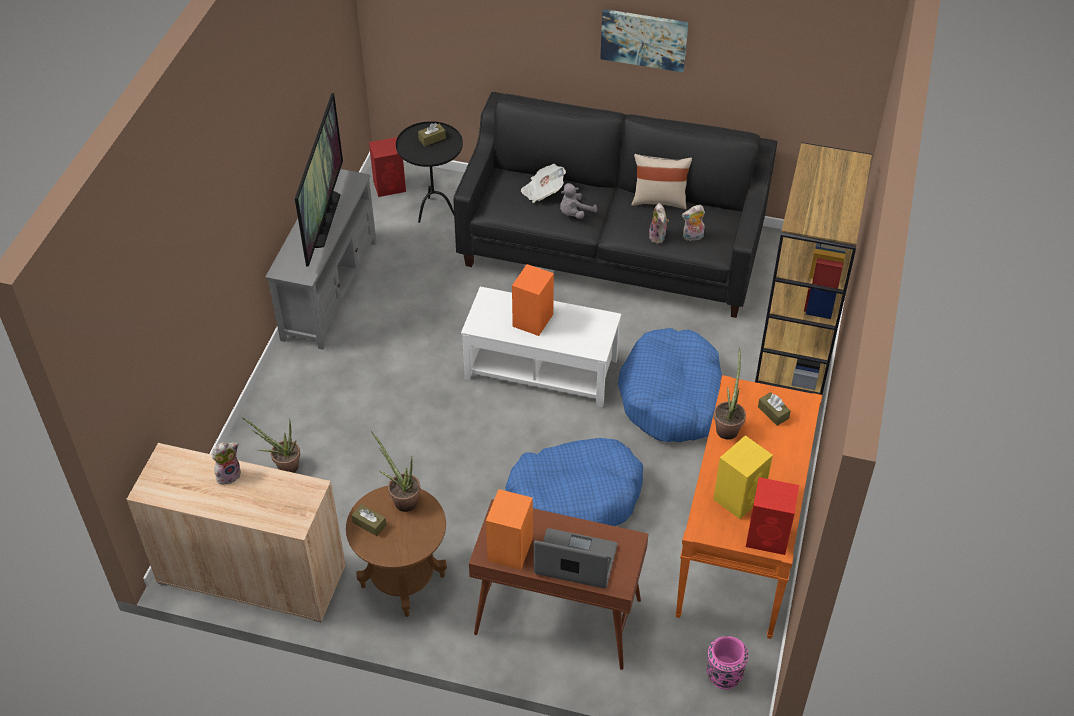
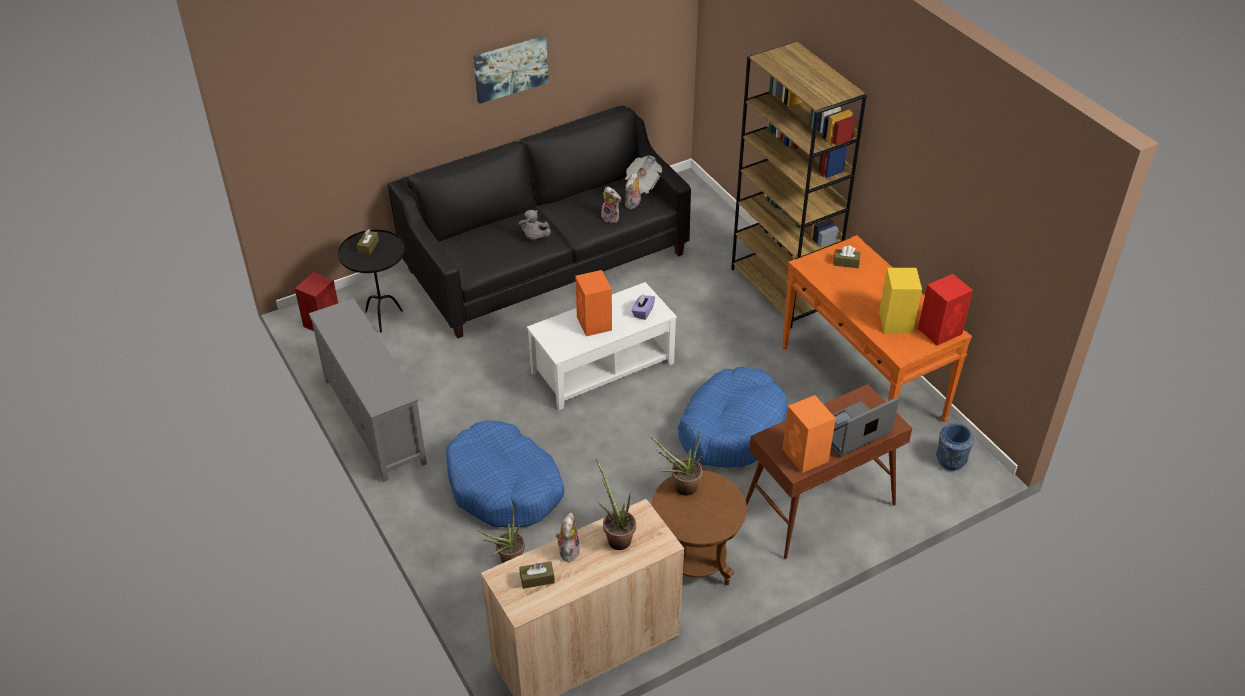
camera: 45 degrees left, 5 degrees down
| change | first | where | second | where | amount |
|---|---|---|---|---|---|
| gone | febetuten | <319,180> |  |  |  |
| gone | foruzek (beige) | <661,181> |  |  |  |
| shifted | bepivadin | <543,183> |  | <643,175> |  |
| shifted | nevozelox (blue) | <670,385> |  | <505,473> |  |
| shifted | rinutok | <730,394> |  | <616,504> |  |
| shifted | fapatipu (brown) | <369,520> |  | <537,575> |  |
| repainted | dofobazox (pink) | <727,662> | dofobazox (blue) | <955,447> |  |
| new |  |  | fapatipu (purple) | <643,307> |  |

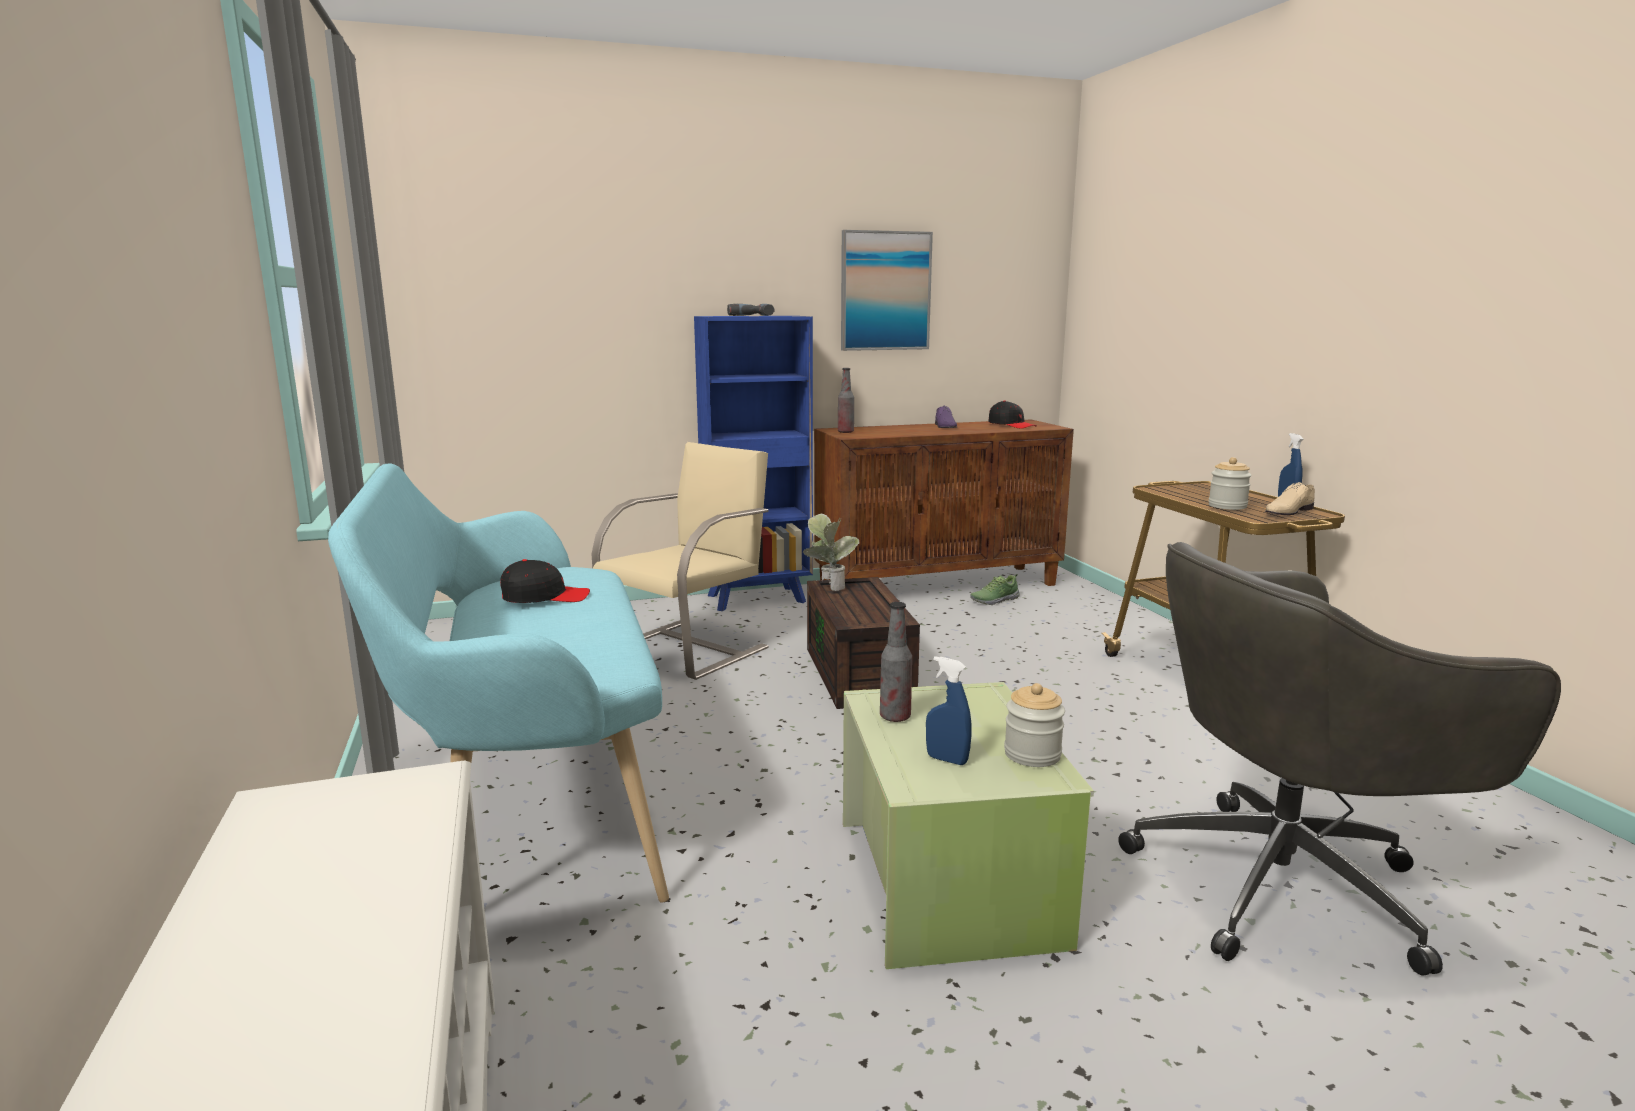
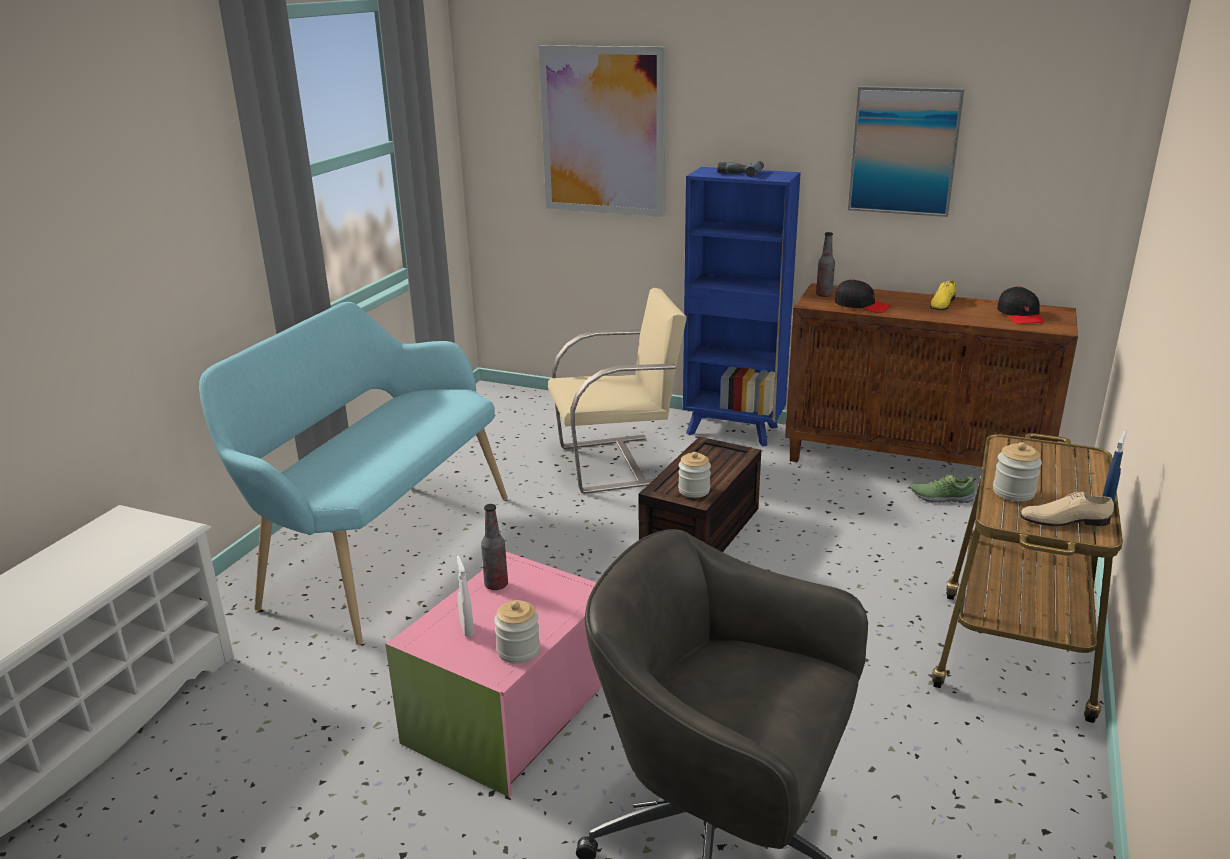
camera: 40 degrees right, 10 degrees up
| change | first | where | second | where | amount |
|---|---|---|---|---|---|
| repainted | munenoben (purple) | <946,417> | munenoben (yellow) | <943,295> |  |
| gone | rinutok | <831,552> |  |  |  |
| shifted | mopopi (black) | <545,581> |  | <862,296> |  |
| repainted | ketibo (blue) | <949,710> | ketibo (white) | <465,596> |  |
| repainted | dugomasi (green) | <968,825> | dugomasi (pink) | <493,674> |  |
| new |  |  | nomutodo | <601,131> |  |
| new |  |  | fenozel | <694,475> |  |

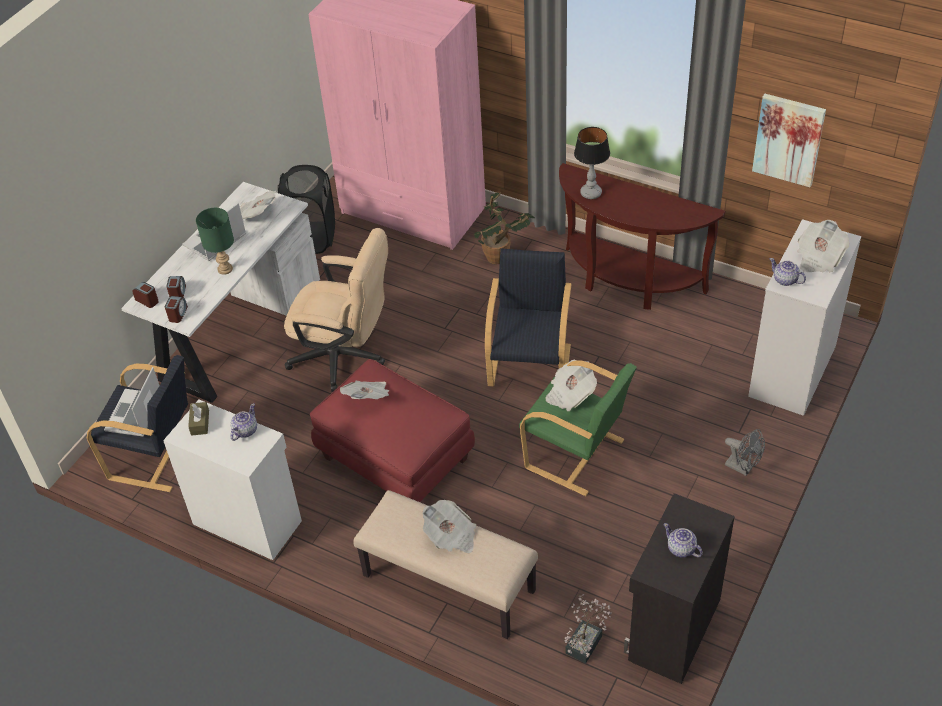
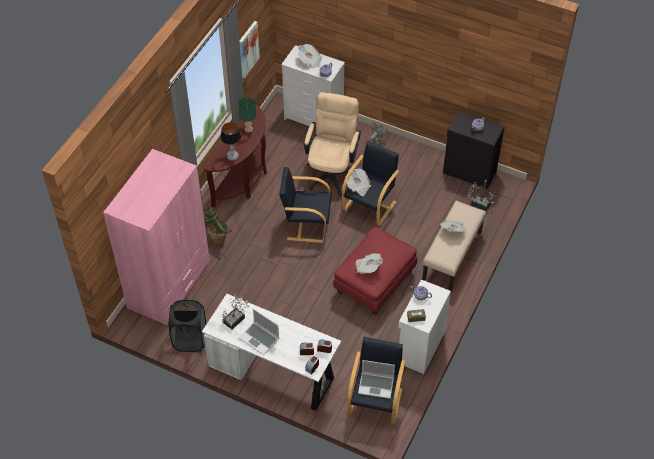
camera: 95 degrees left, 5 degrees up
| change | first | where | second | where | amount |
|---|---|---|---|---|---|
| swapped | bepivadin | <258,205> | rinutok | <235,311> |  |
| shifted | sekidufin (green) | <215,241> |  | <247,114> |  |
| shifted | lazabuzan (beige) | <336,310> |  | <332,144> |  |
| repainted | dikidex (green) | <578,428> | dikidex (black) | <370,183> |  |

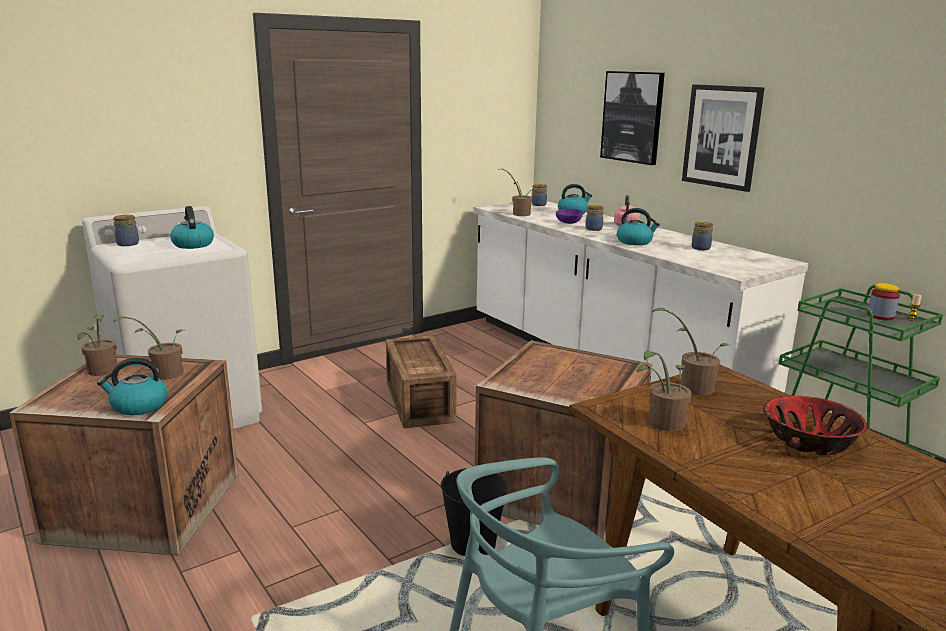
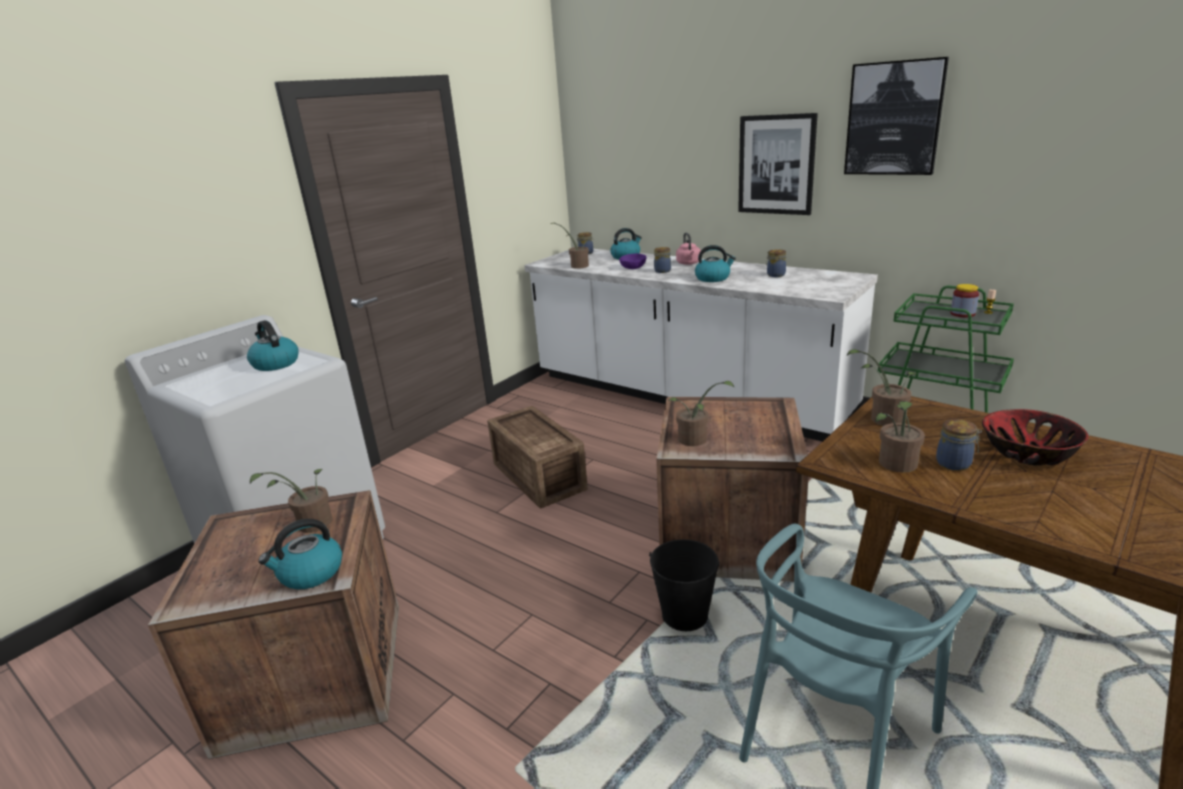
camera: 15 degrees left, 5 degrees up
| change | first | where | second | where | amount |
|---|---|---|---|---|---|
| shifted | nomutodo | <632,118> |  | <896,116> |  |
| shifted | fenozel | <126,230> |  | <959,445> |  |
| shifted | rinutok | <97,345> |  | <701,413> |  |

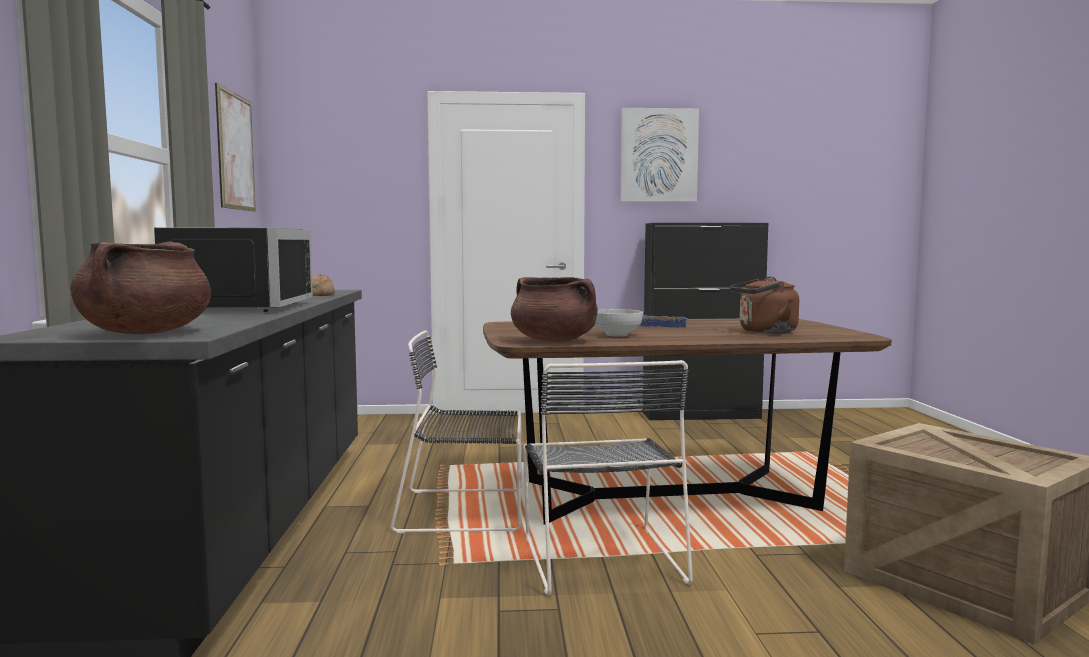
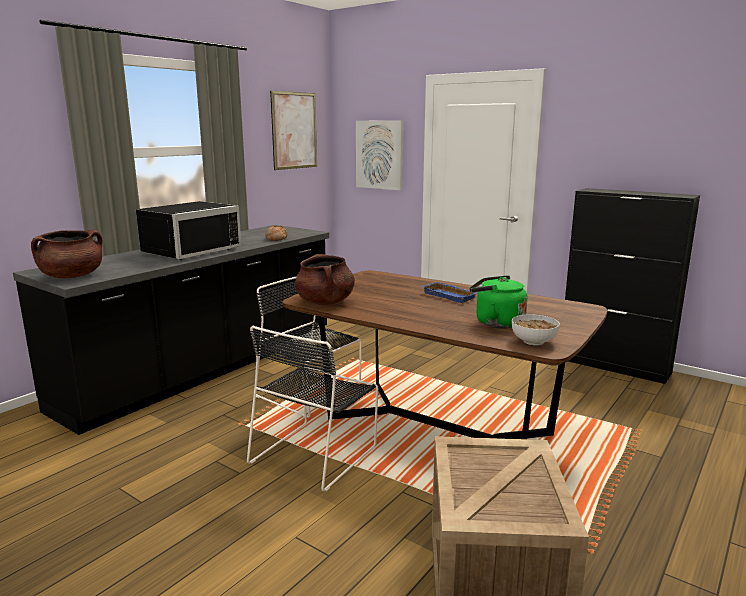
camera: 40 degrees right, 10 degrees up
| change | first | where | second | where | amount |
|---|---|---|---|---|---|
| shifted | nomutodo | <660,155> |  | <379,155> |  |
| repainted | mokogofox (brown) | <764,305> | mokogofox (green) | <498,302> |  |
| shifted | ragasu | <619,323> |  | <536,330> |  |

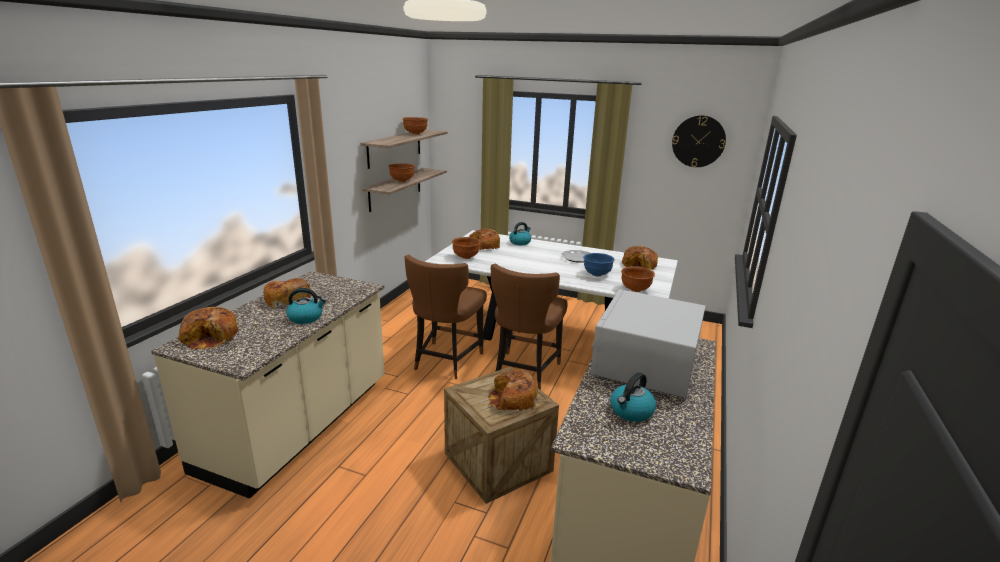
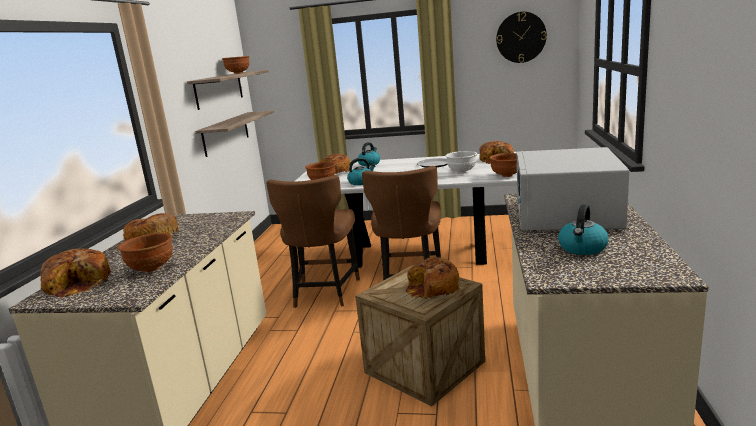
camera: 10 degrees left, 5 degrees down
| change | first | where | second | where | amount |
|---|---|---|---|---|---|
| shifted | ragasu (brown) | <401,173> |  | <145,252> |  |
| repainted | ragasu (blue) | <599,264> | ragasu (white) | <461,162> |  |
| shifted | mokogofox | <306,306> |  | <361,171> |  |

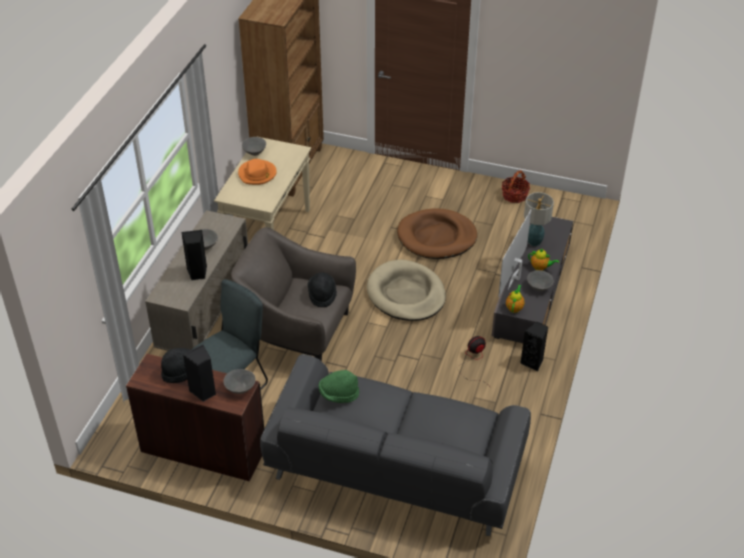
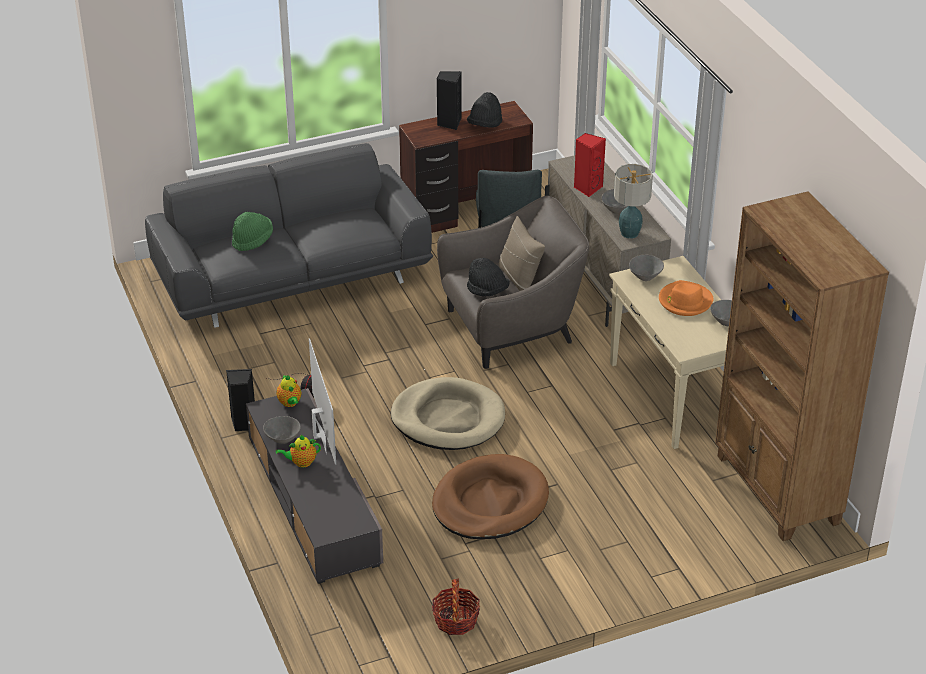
camera: 140 degrees right, 5 degrees down
| change | first | where | second | where | amount |
|---|---|---|---|---|---|
| shifted | sekidufin | <539,219> |  | <633,201> |  |
| repainted | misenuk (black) | <194,254> | misenuk (red) | <590,165> |  |
| shifted | ragasu (grey) | <239,381> |  | <646,268> |  |
| shifted | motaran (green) | <339,386> |  | <252,231> |  |
| new |  |  | foruzek (beige) | <522,253> |  |

